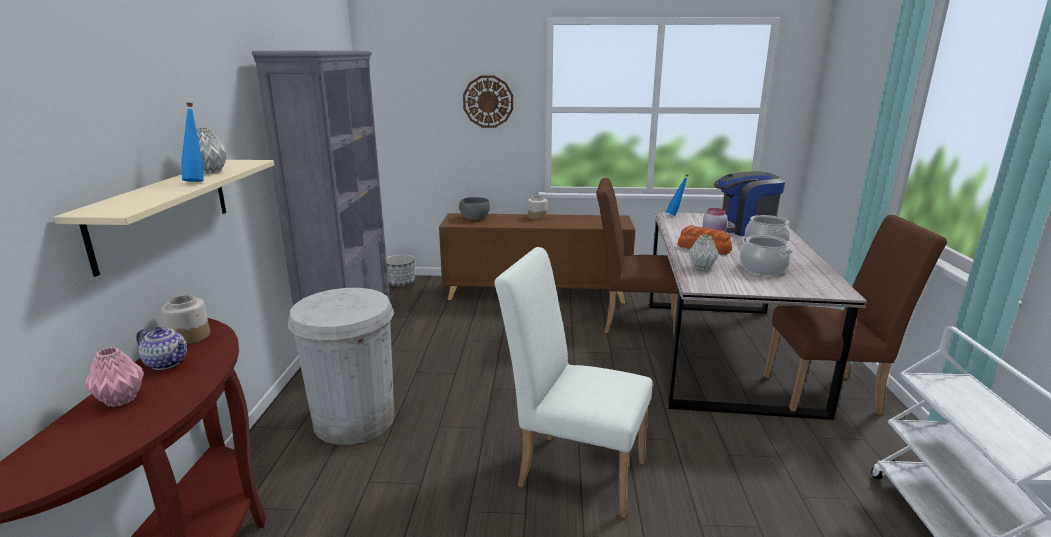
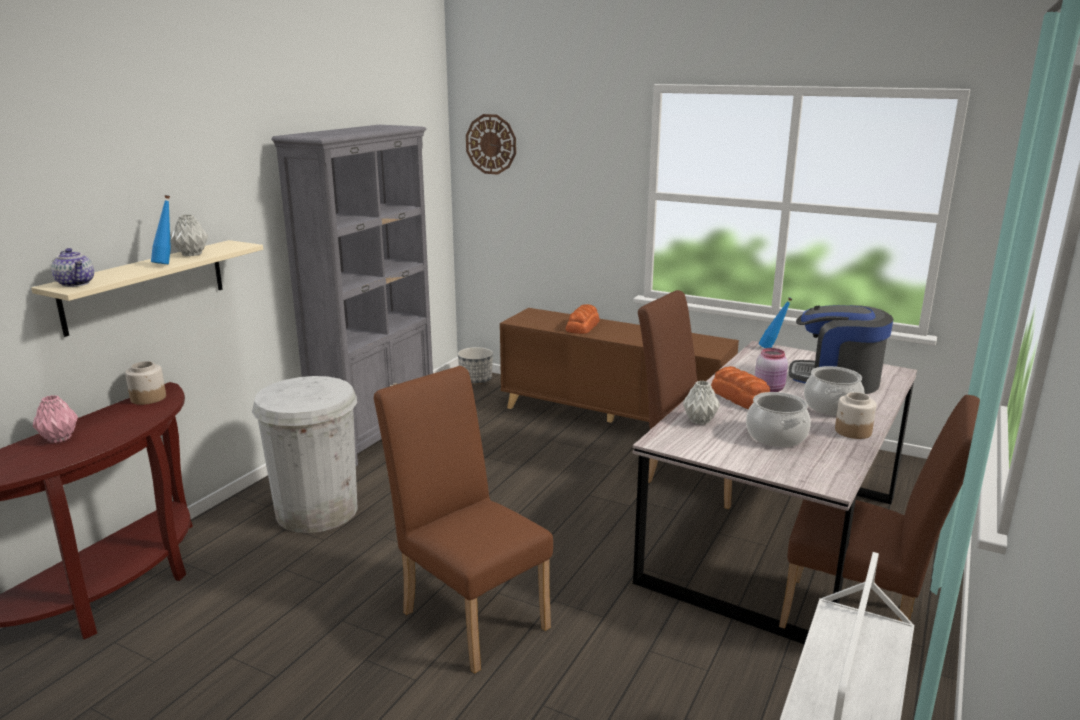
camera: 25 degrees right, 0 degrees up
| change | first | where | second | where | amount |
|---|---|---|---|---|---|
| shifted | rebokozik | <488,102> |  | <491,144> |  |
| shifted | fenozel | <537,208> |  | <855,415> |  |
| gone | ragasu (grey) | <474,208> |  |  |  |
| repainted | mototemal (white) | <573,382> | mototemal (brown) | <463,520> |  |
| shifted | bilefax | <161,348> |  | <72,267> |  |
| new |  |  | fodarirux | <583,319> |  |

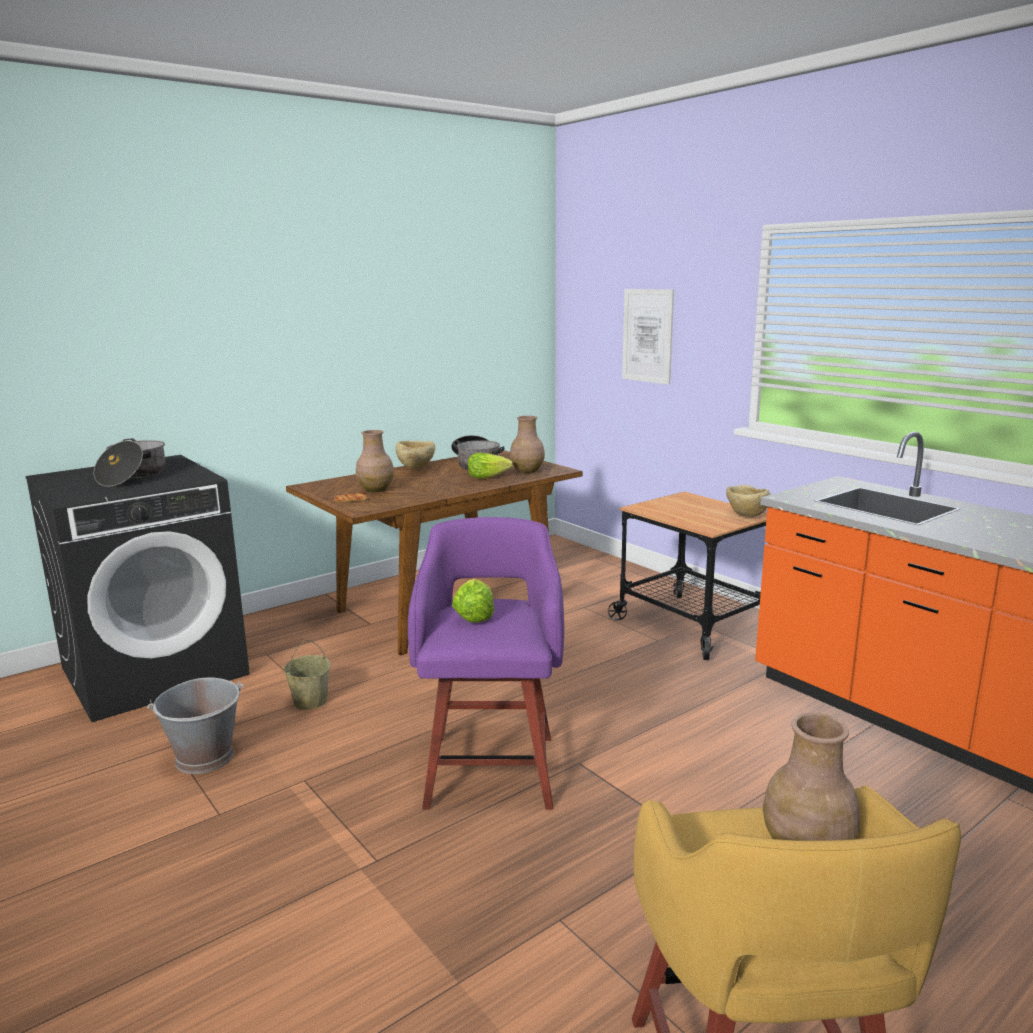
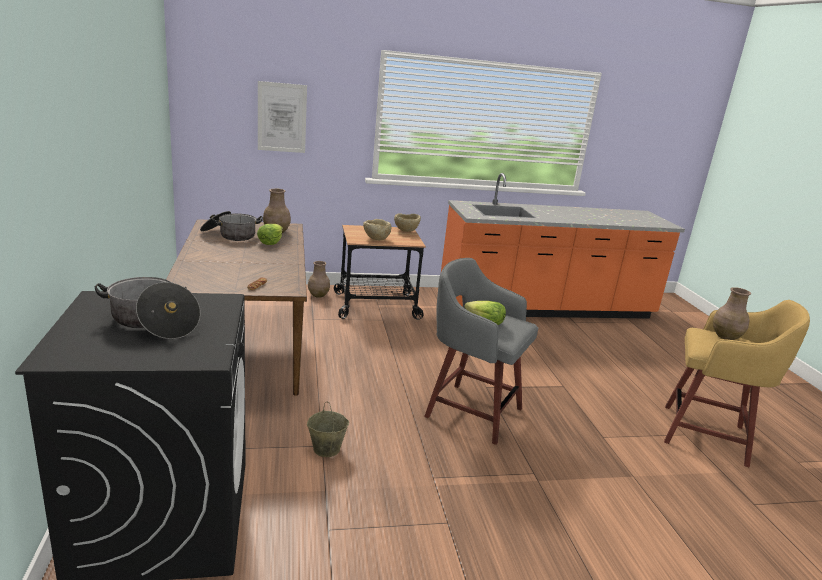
camera: 65 degrees left, 5 degrees up
| change | first | where | second | where | amount |
|---|---|---|---|---|---|
| shifted | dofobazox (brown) | <375,461> |  | <319,279> |  |
| shifted | ragasu (beige) | <415,455> |  | <377,229> |  |
| repainted | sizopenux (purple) | <486,663> | sizopenux (grey) | <481,351> |  |
| gone | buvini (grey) | <195,725> |  |  |  |

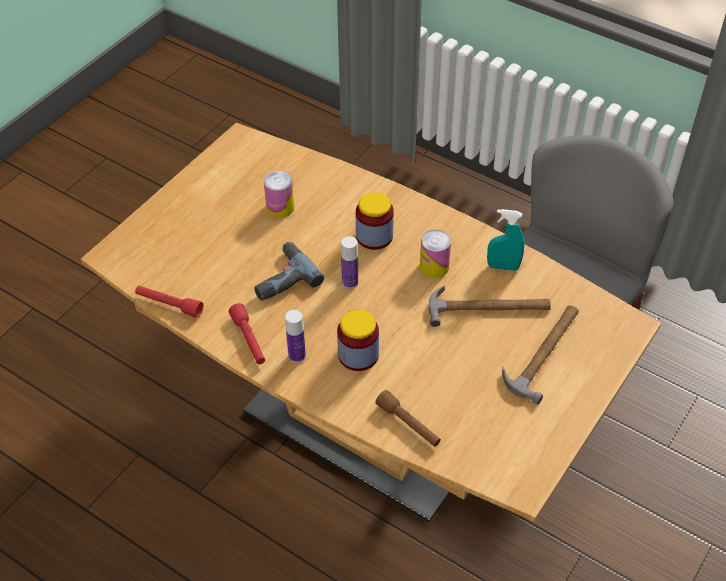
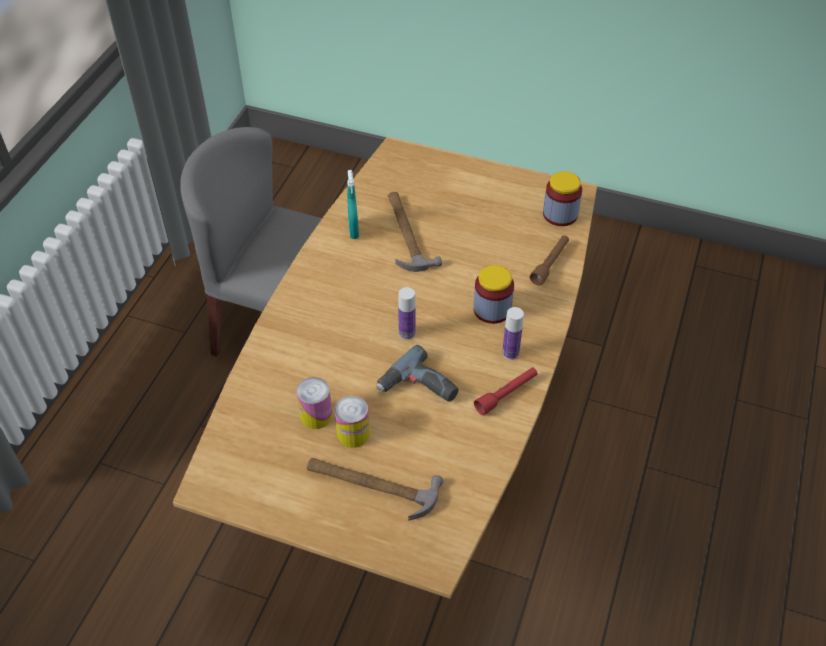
camera: 105 degrees left, 0 degrees up
| change | first | where | second | where | amount |
|---|---|---|---|---|---|
| shifted | fenozel | <375,221> |  | <562,198> |  |
| shifted | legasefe | <435,254> |  | <352,421> |  |
| gone | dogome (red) | <169,302> |  |  |  |
| shifted | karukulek | <540,355> |  | <375,489> |  |

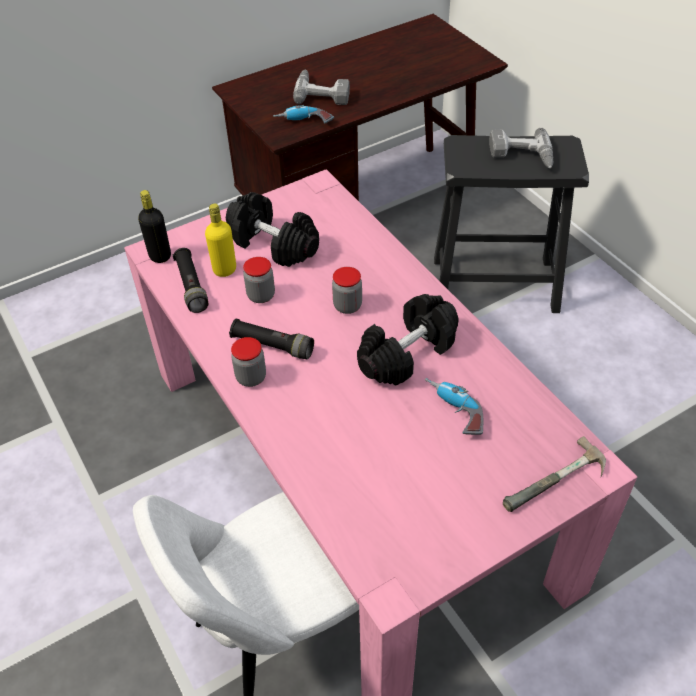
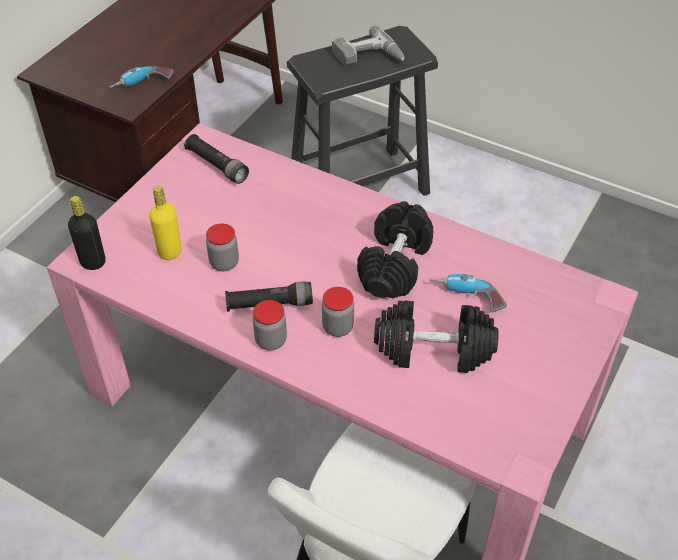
camera: 30 degrees left, 0 degrees up
| change | first | where | second | where | amount |
|---|---|---|---|---|---|
| gone | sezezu | <321,87> |  |  |  |
| shifted | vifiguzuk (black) | <272,229> |  | <436,336> |  |
| shifted | dogome (black) | <190,280> |  | <216,159> |  |
| shifted | fenozel | <347,290> |  | <338,312> |  |
| gone | karukulek | <554,474> |  |  |  |

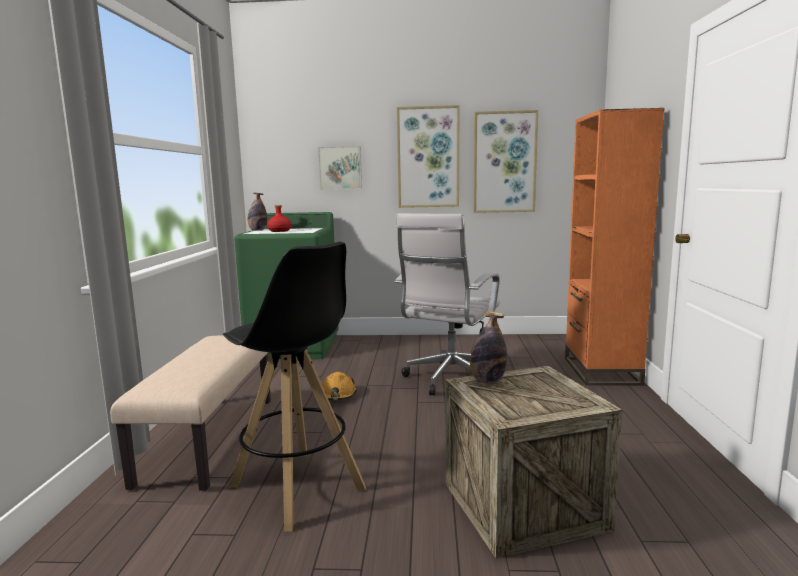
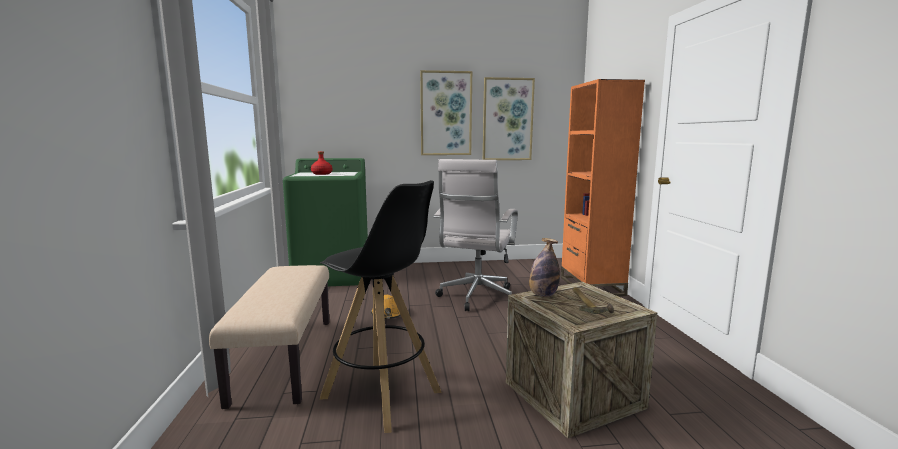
camera: 10 degrees left, 0 degrees up
| change | first | where | second | where | amount |
|---|---|---|---|---|---|
| gone | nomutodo | <340,168> |  |  |  |
| gone | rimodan | <257,212> |  |  |  |
| new |  |  | karukulek | <593,301> |  |

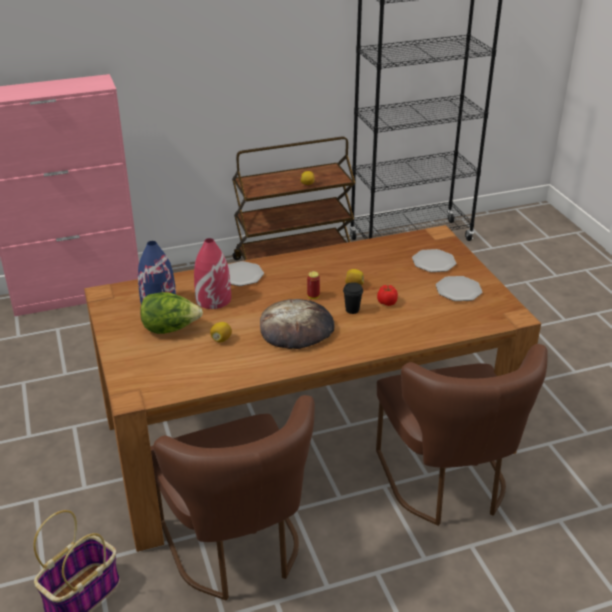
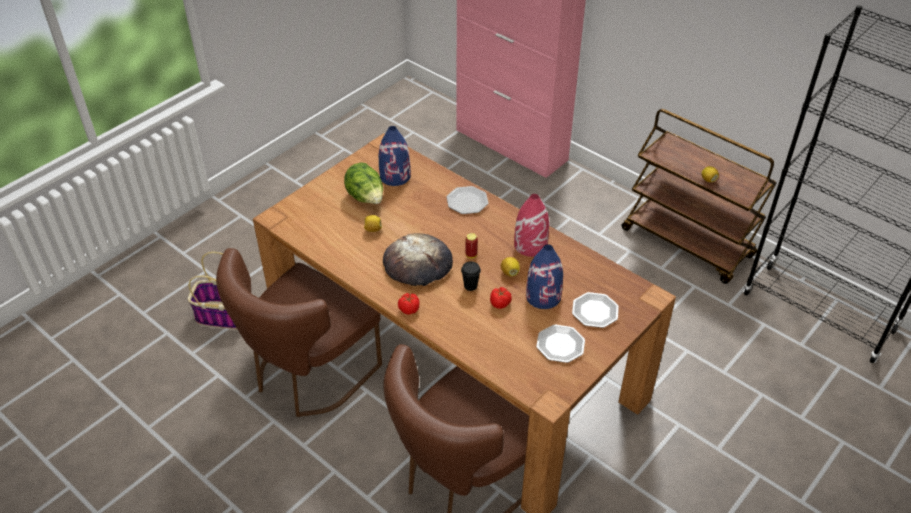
camera: 60 degrees right, 10 degrees up
| change | first | where | second | where | amount |
|---|---|---|---|---|---|
| shifted | dofobazox (red) | <212,273> |  | <531,225> |  |
| new |  |  | dofobazox (blue) | <544,276> |  |
| new |  |  | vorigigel | <409,304> |  |

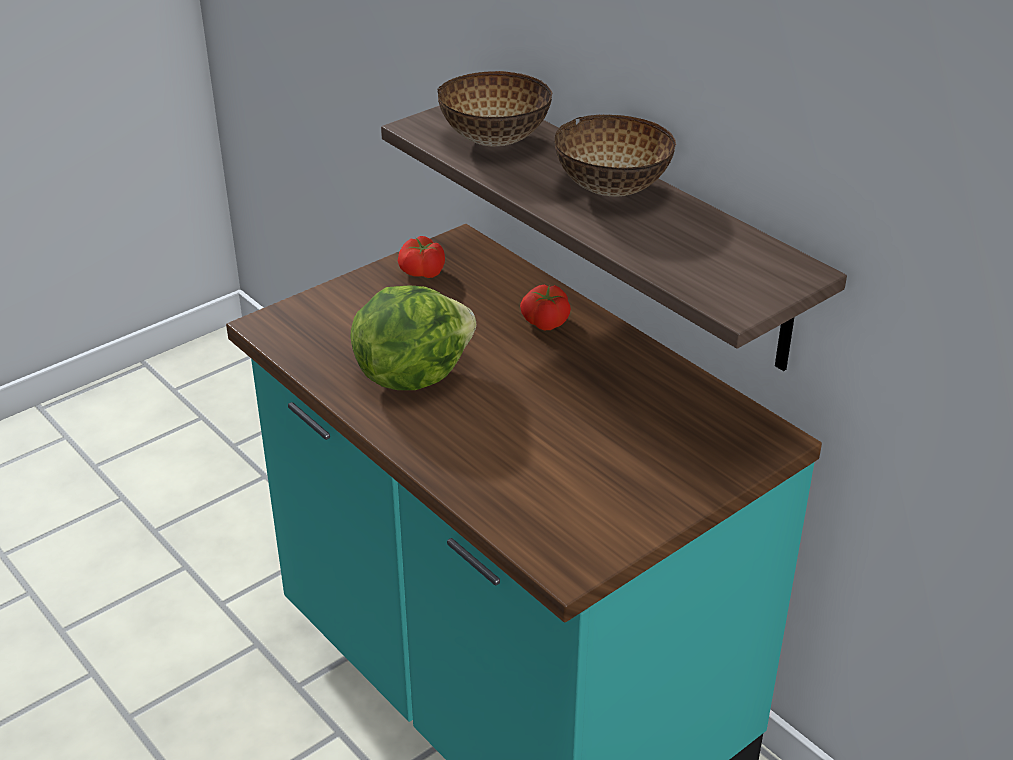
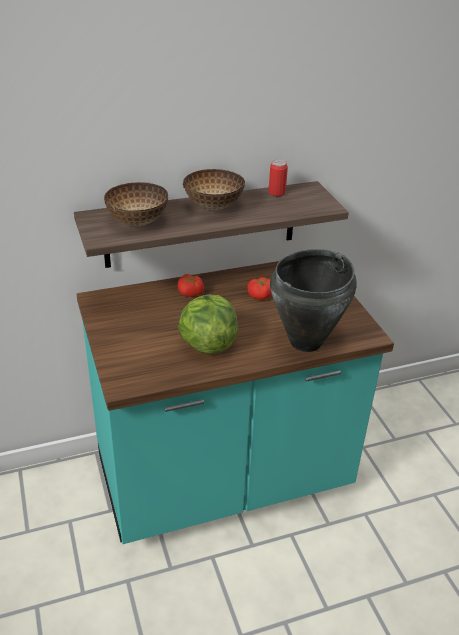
camera: 70 degrees left, 0 degrees up
| change | first | where | second | where | amount |
|---|---|---|---|---|---|
| shifted | vorigigel | <421,257> |  | <259,288> |  |
| new |  |  | legasefe | <278,177> |  |
| new |  |  | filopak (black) | <313,300> |  |

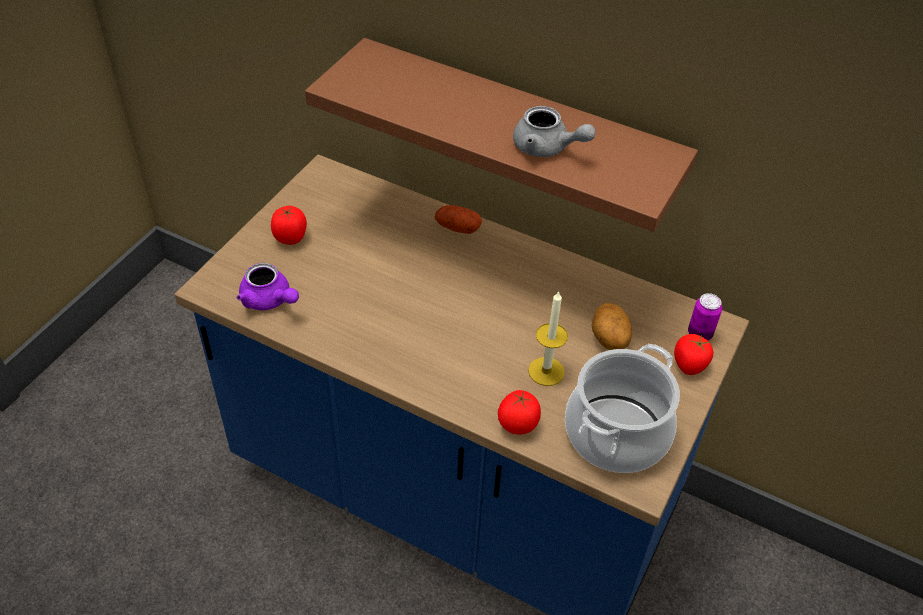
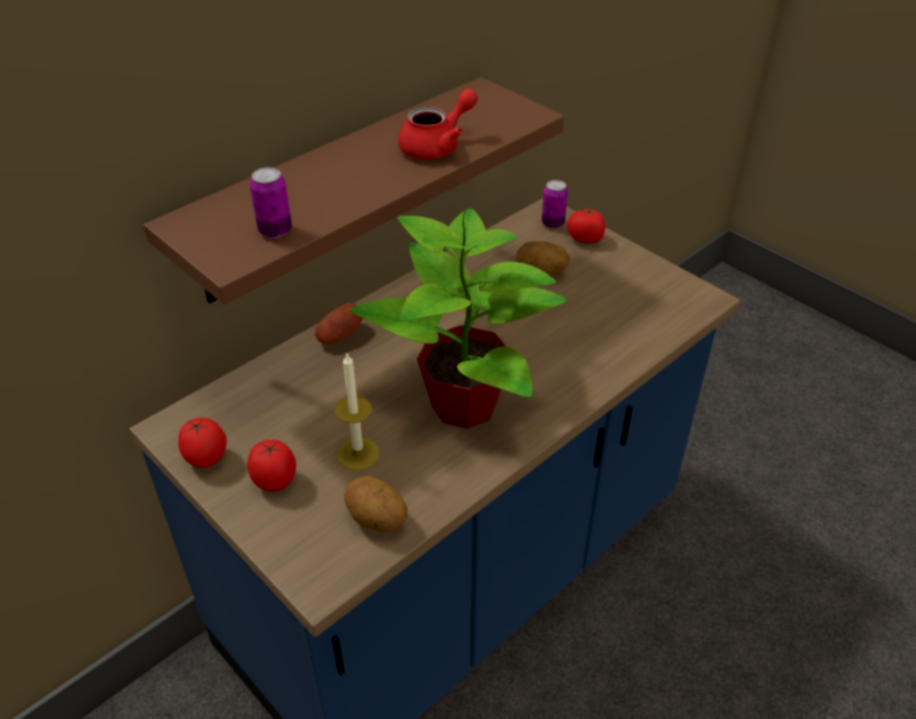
camera: 70 degrees left, 5 degrees down
| change | first | where | second | where | amount |
|---|---|---|---|---|---|
| repainted | bilefax (grey) | <554,131> | bilefax (red) | <438,124> |  |
| swapped | bilefax (purple) | <268,286> | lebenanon | <376,504> |  |
| shifted | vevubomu | <548,338> |  | <357,412> |  |
| gone | filopak | <622,408> |  |  |  |
| shifted | vorigigel | <519,412> |  | <202,443> |  |
| new |  |  | legasefe | <271,202> |  |
| new |  |  | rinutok | <459,318> |  |

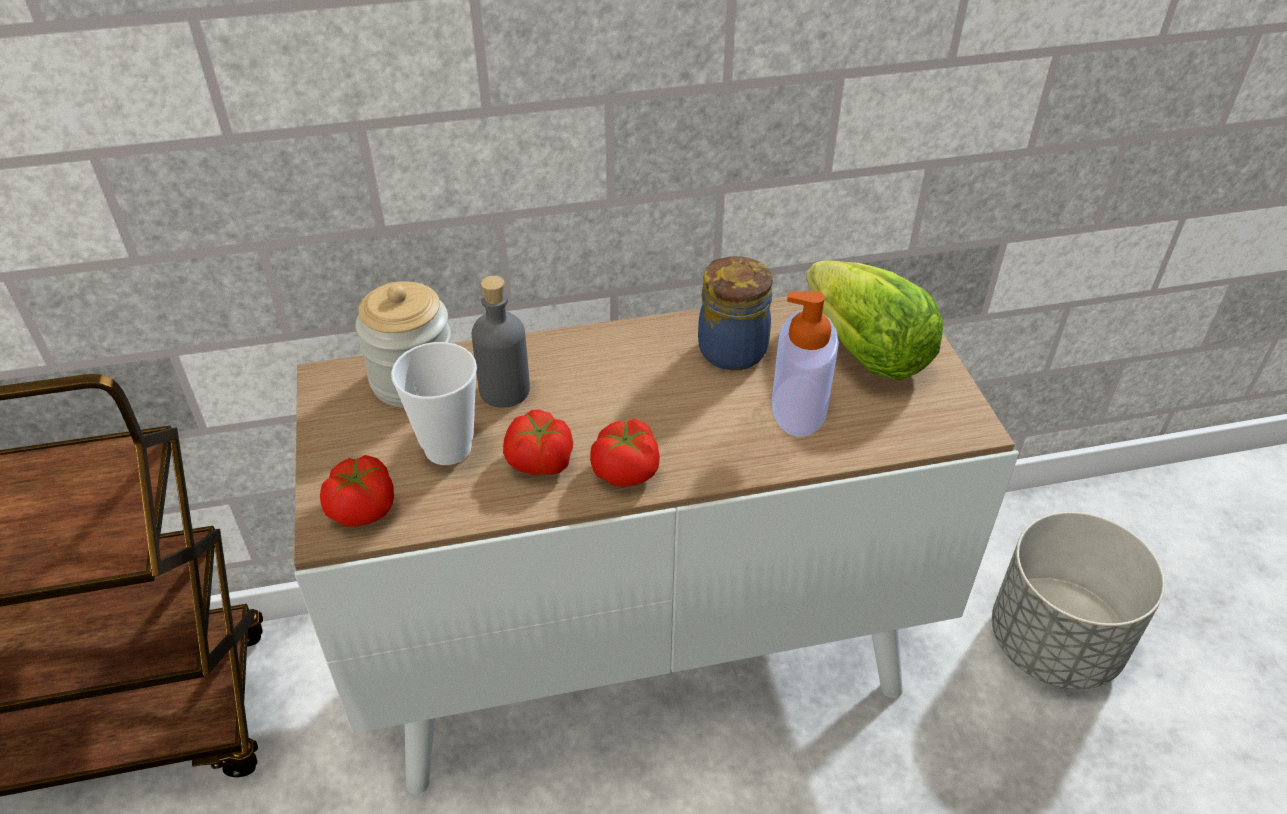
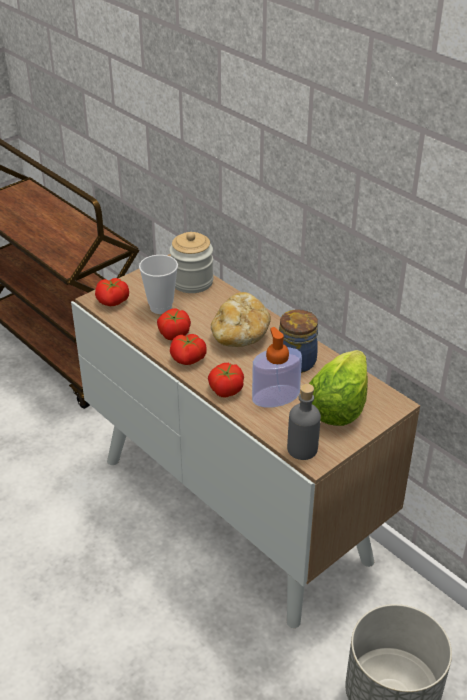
camera: 60 degrees right, 5 degrees down
| change | first | where | second | where | amount |
|---|---|---|---|---|---|
| shifted | rimodan (grey) | <501,342> |  | <304,422> |  |
| new |  |  | fodarirux | <241,319> |  |
| new |  |  | vorigigel | <226,380> |  |

